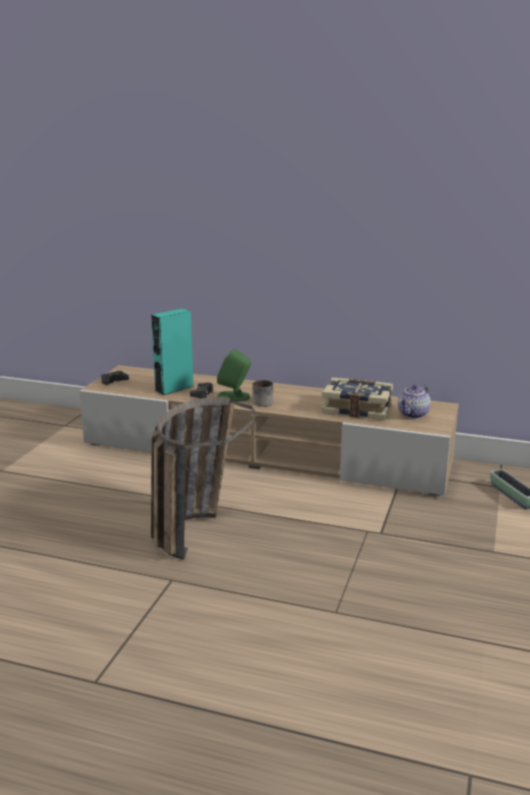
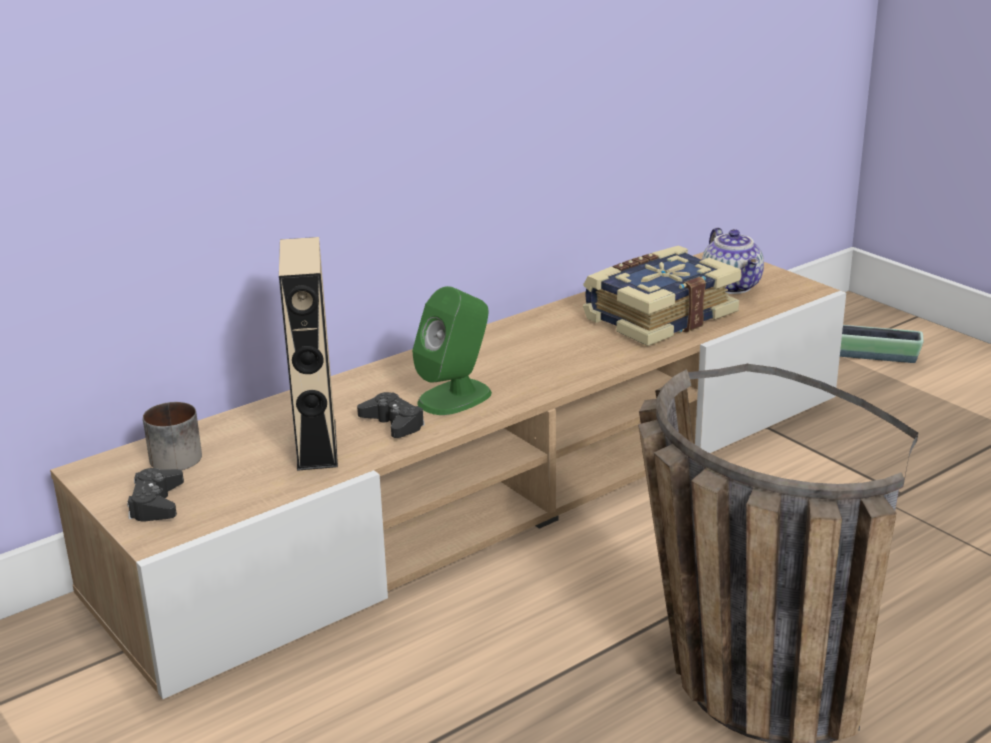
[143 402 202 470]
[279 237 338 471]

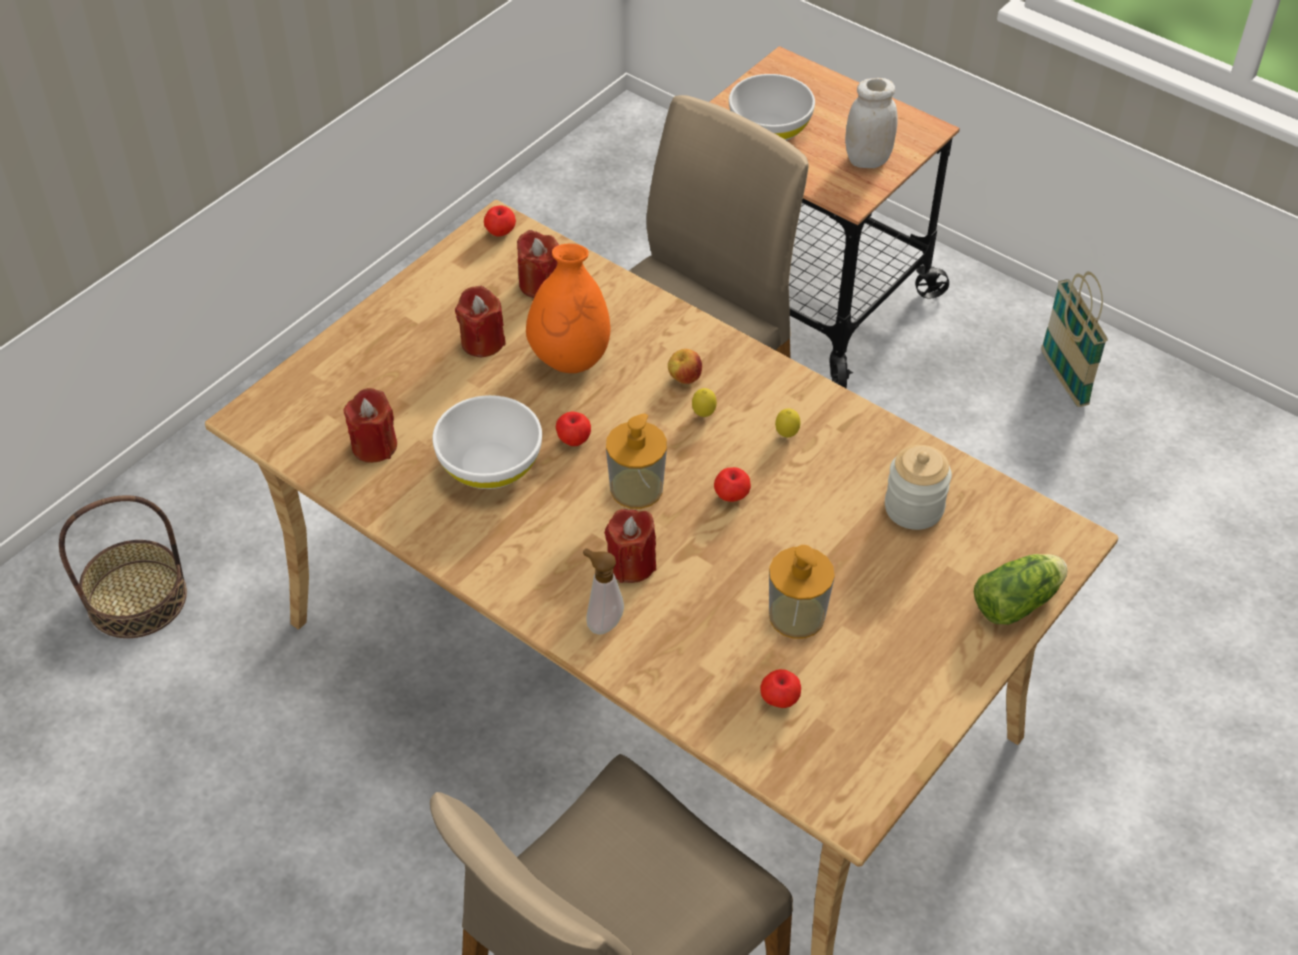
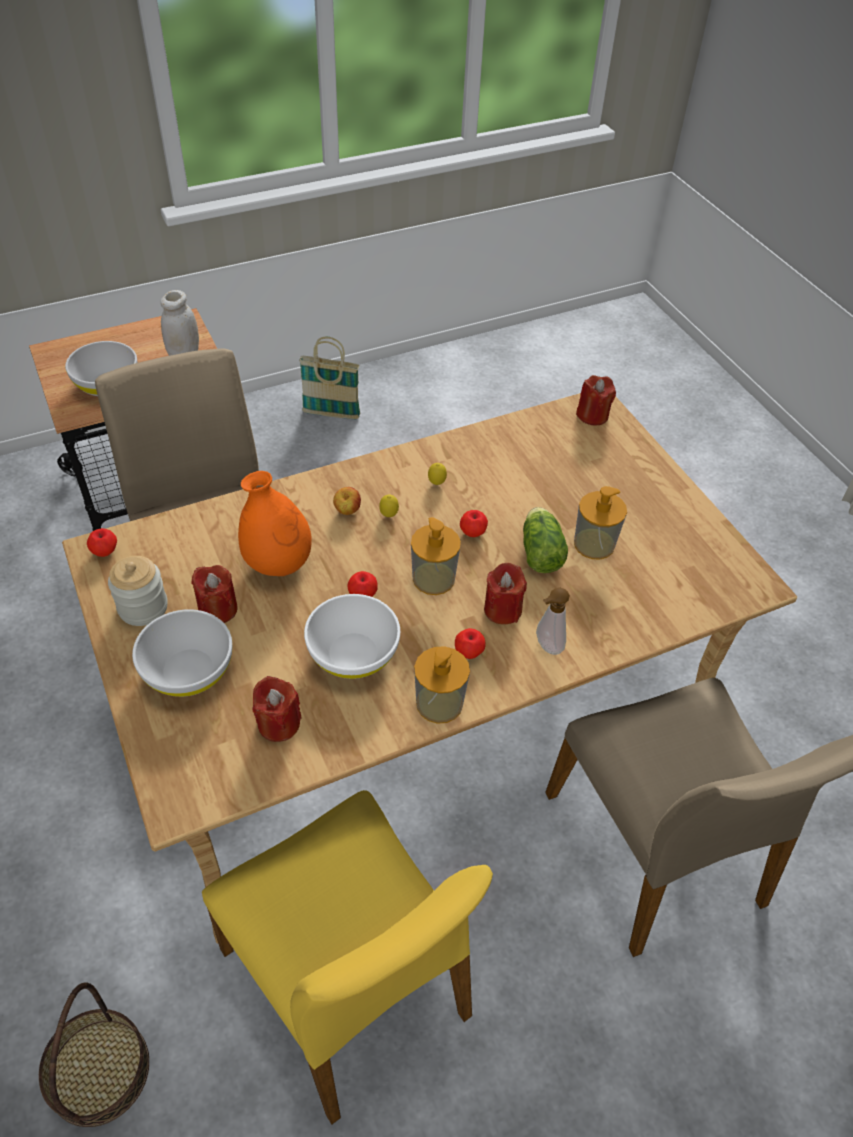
[132 609 232 697]
[202 790 493 1125]
[414 646 470 724]
[576 375 616 426]
[455 628 486 659]
[108 556 168 626]
[523 507 568 573]

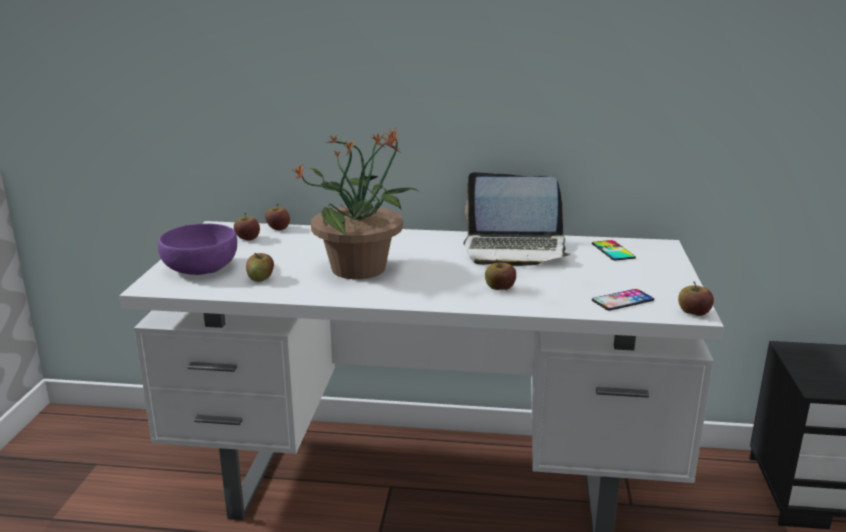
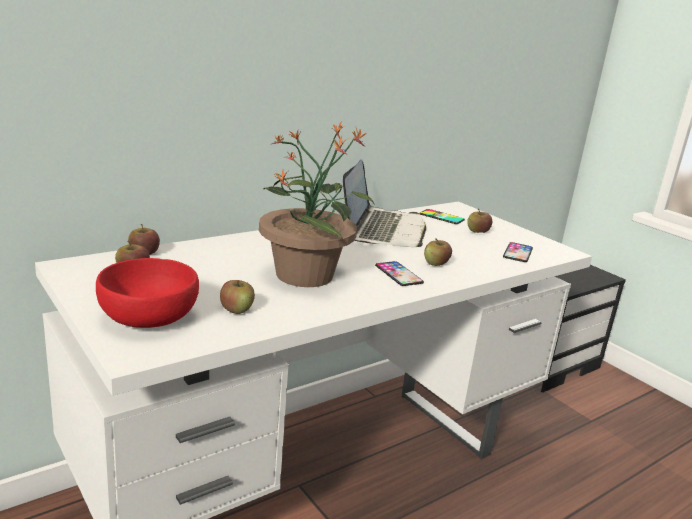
[375 261 424 286]
[467 209 492 233]
[96 258 199 328]
[343 159 426 247]

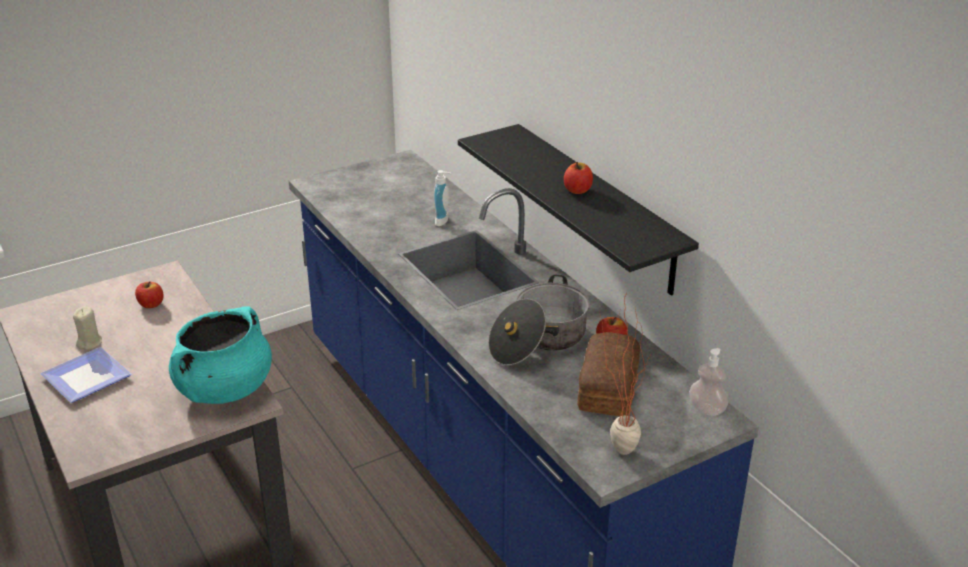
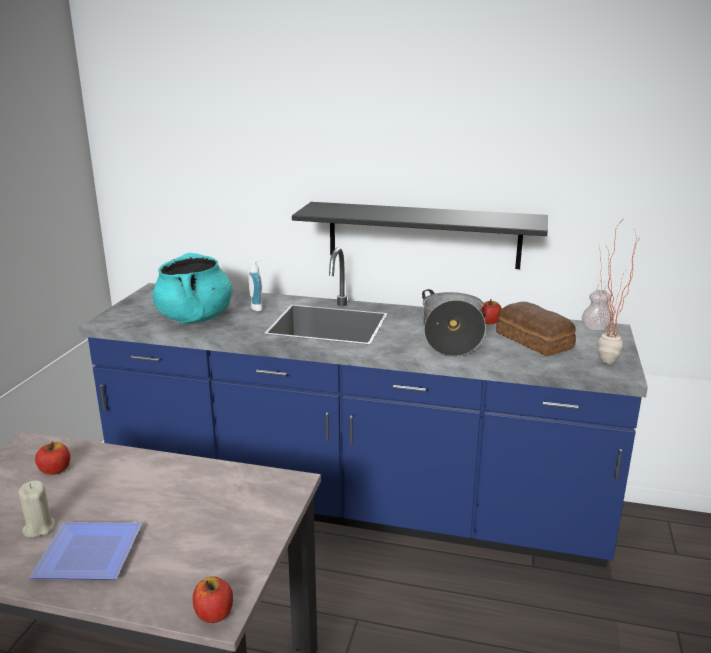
[152 253 232 323]
[193 576 233 623]

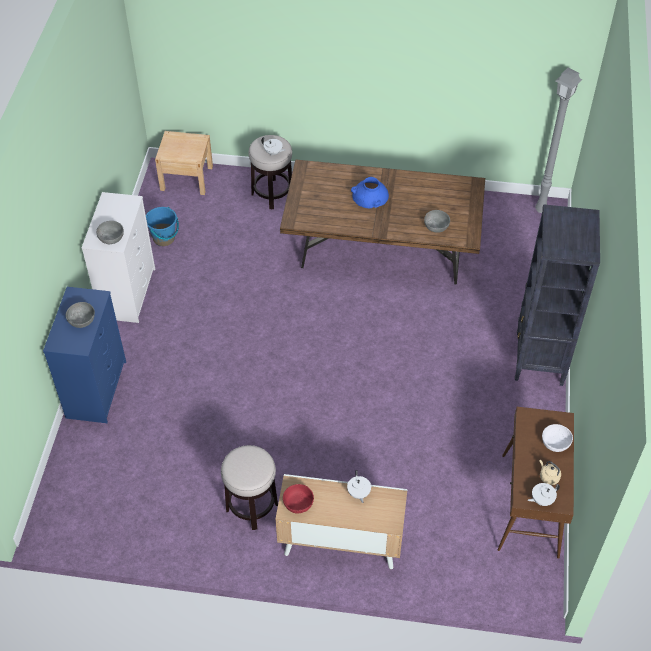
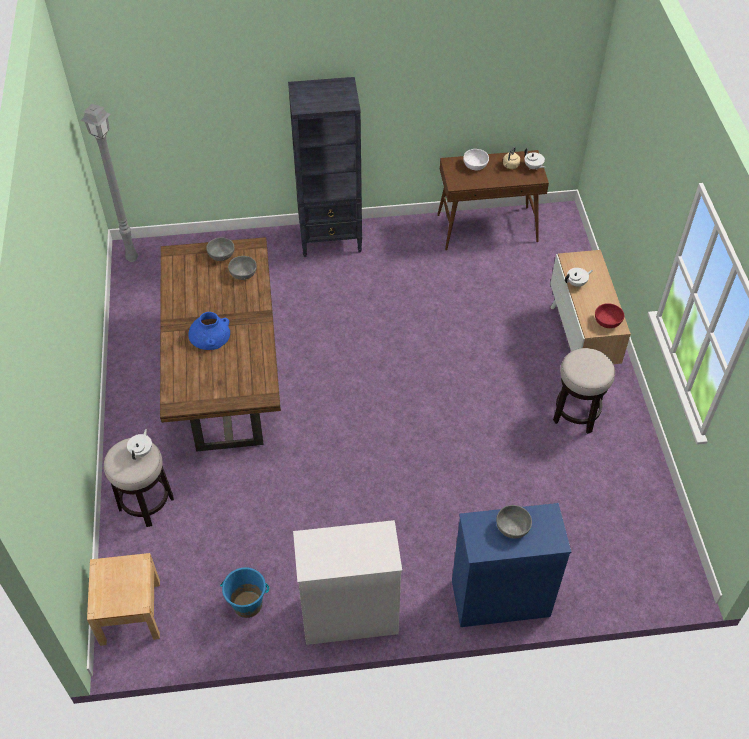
[206 237 234 261]

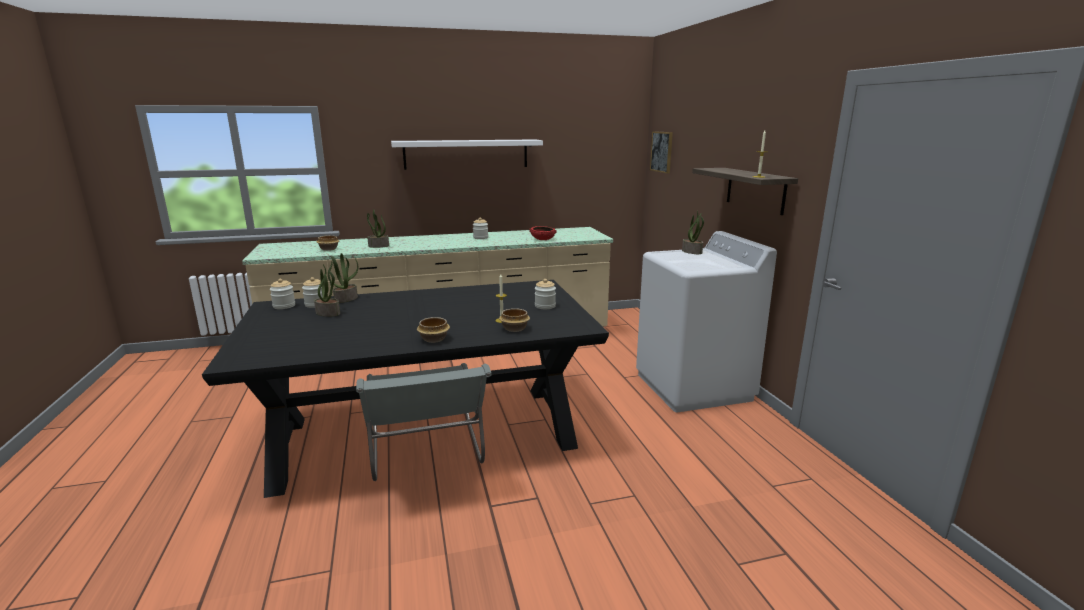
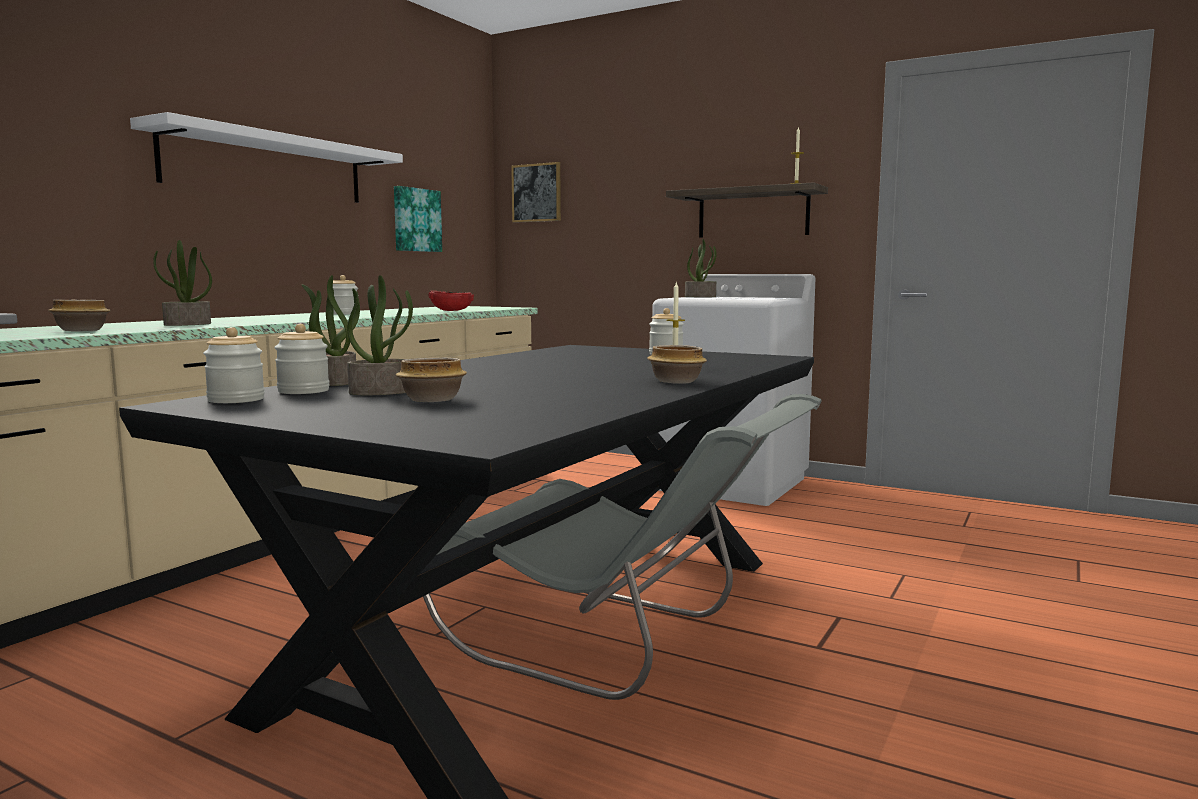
[394 186 442 252]
[396 358 467 402]

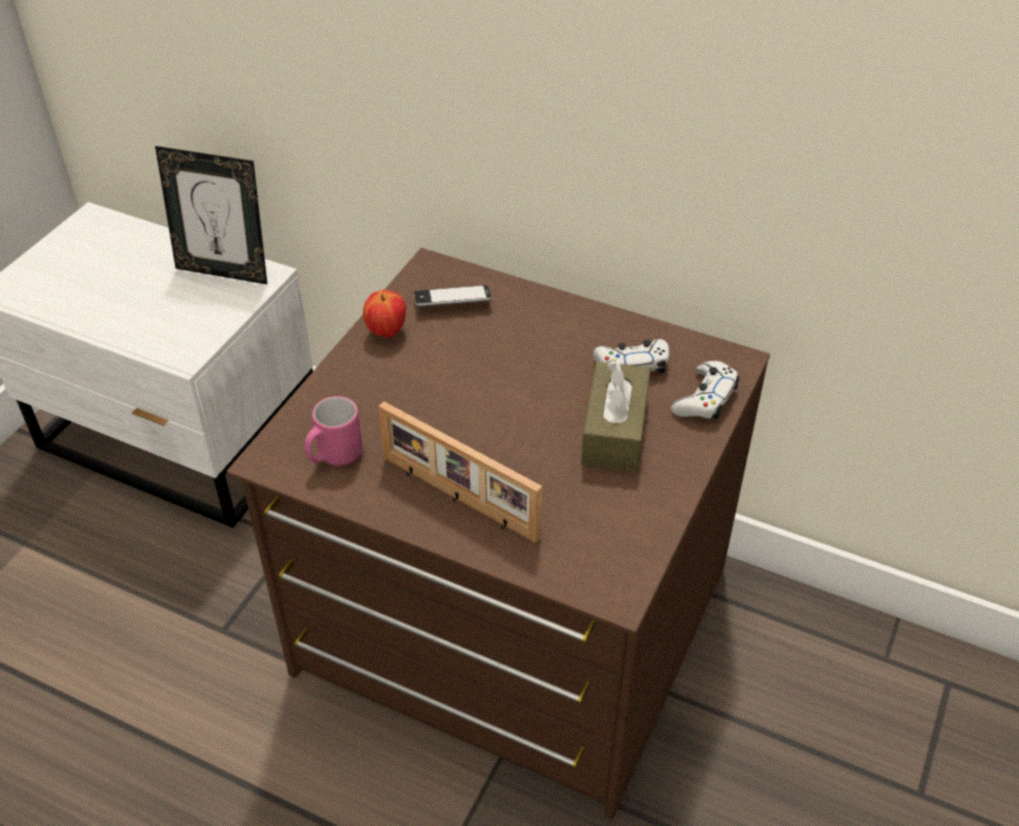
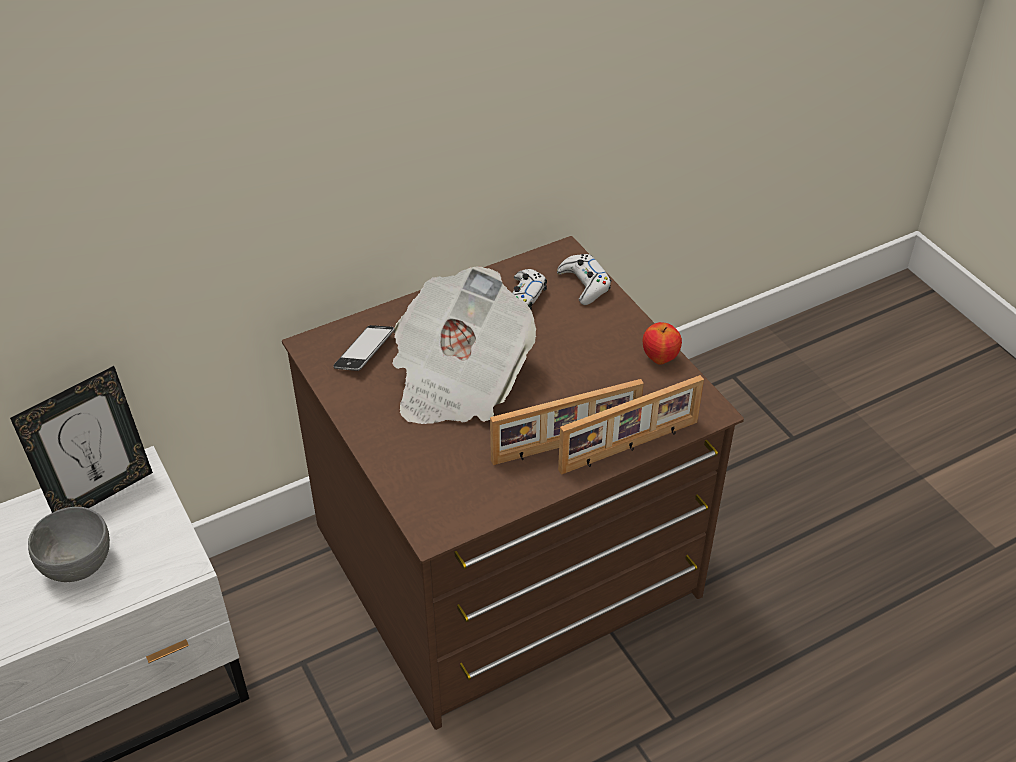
[305 396 363 466] (first image)
[581 360 651 472] (first image)
[28 507 110 582]
[392 266 536 424]
[558 375 704 475]
[643 322 682 365]

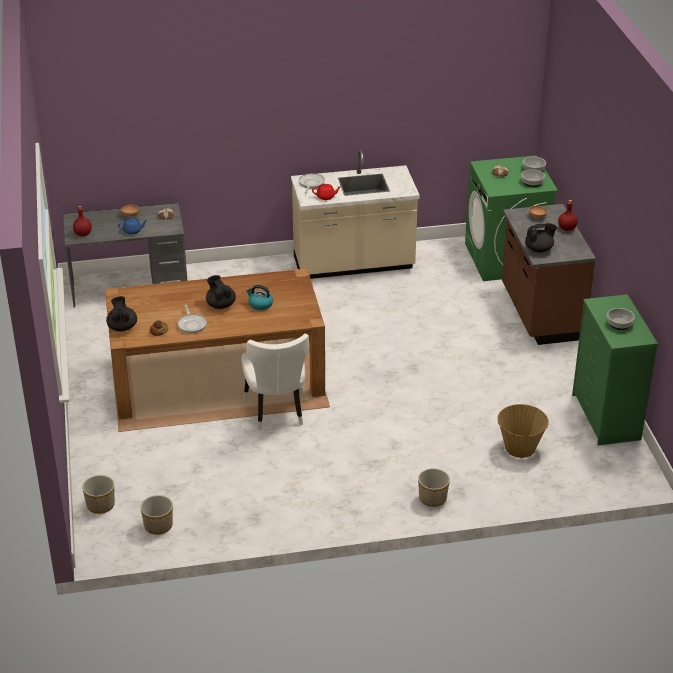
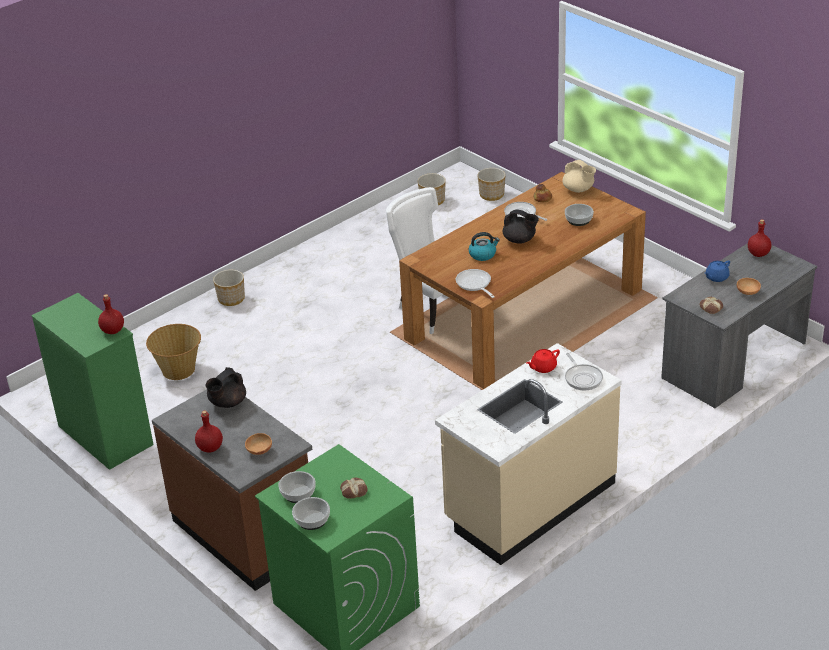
[98 294 124 334]
[456 269 495 298]
[565 204 594 226]
[563 160 596 193]

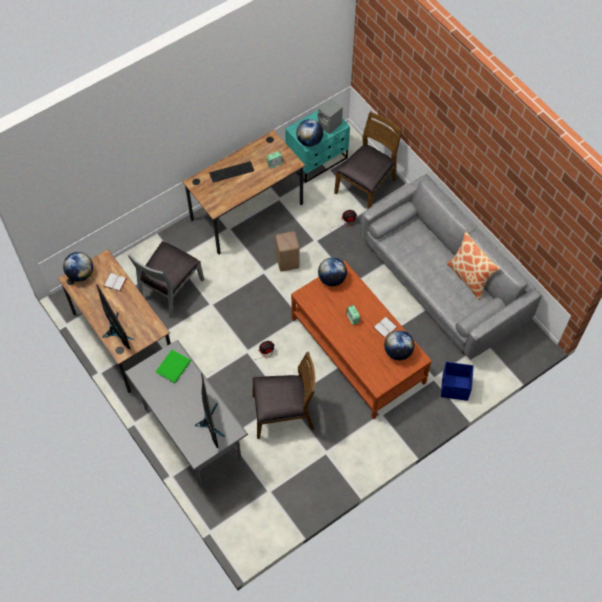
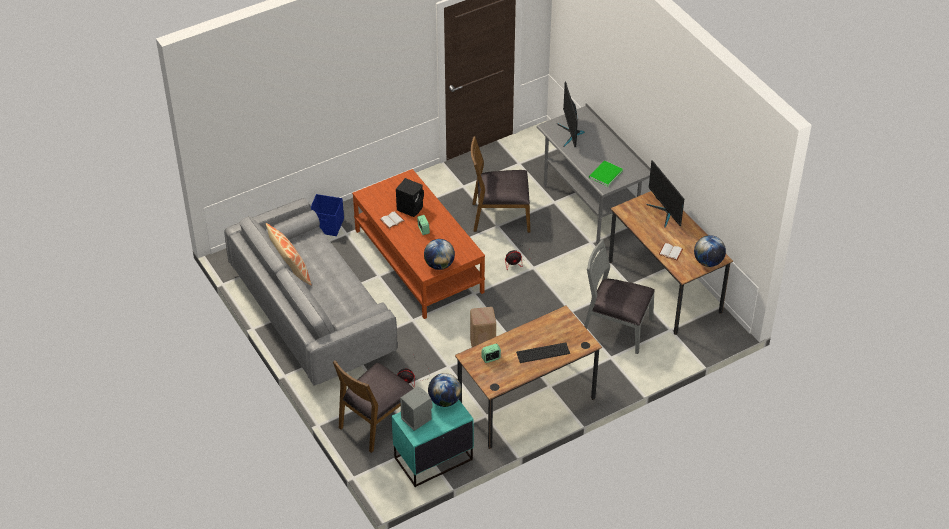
[384 330 414 360] (first image)
[396 178 424 217]
[584 239 655 354]

